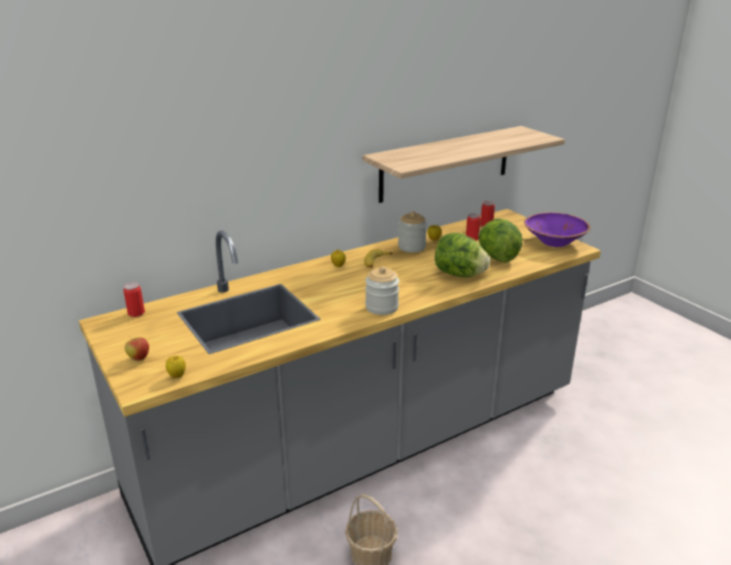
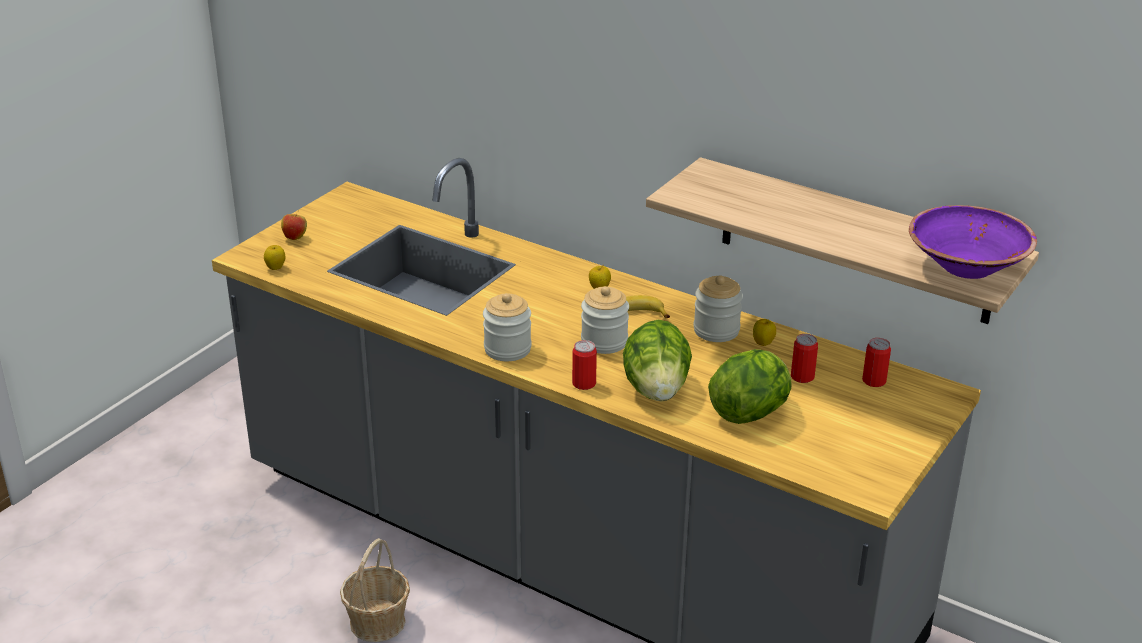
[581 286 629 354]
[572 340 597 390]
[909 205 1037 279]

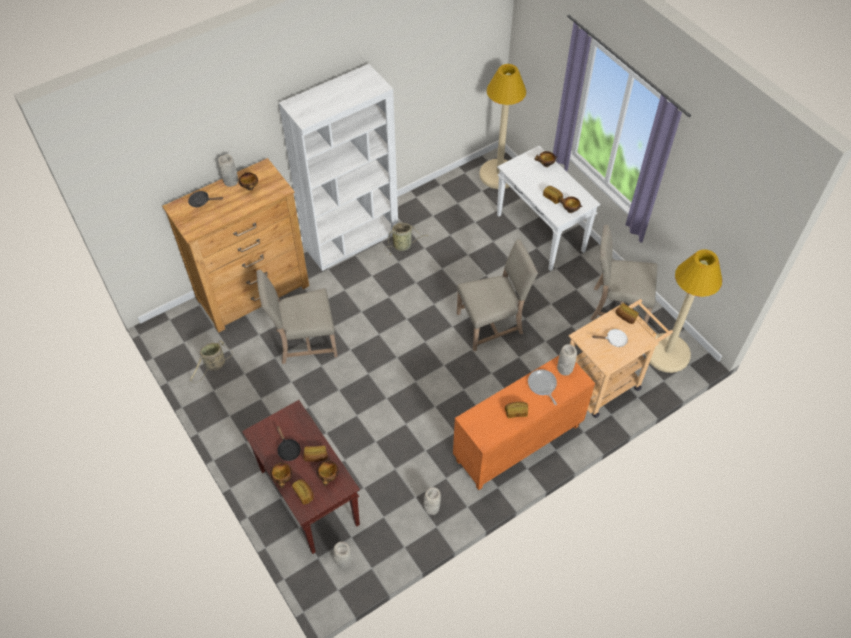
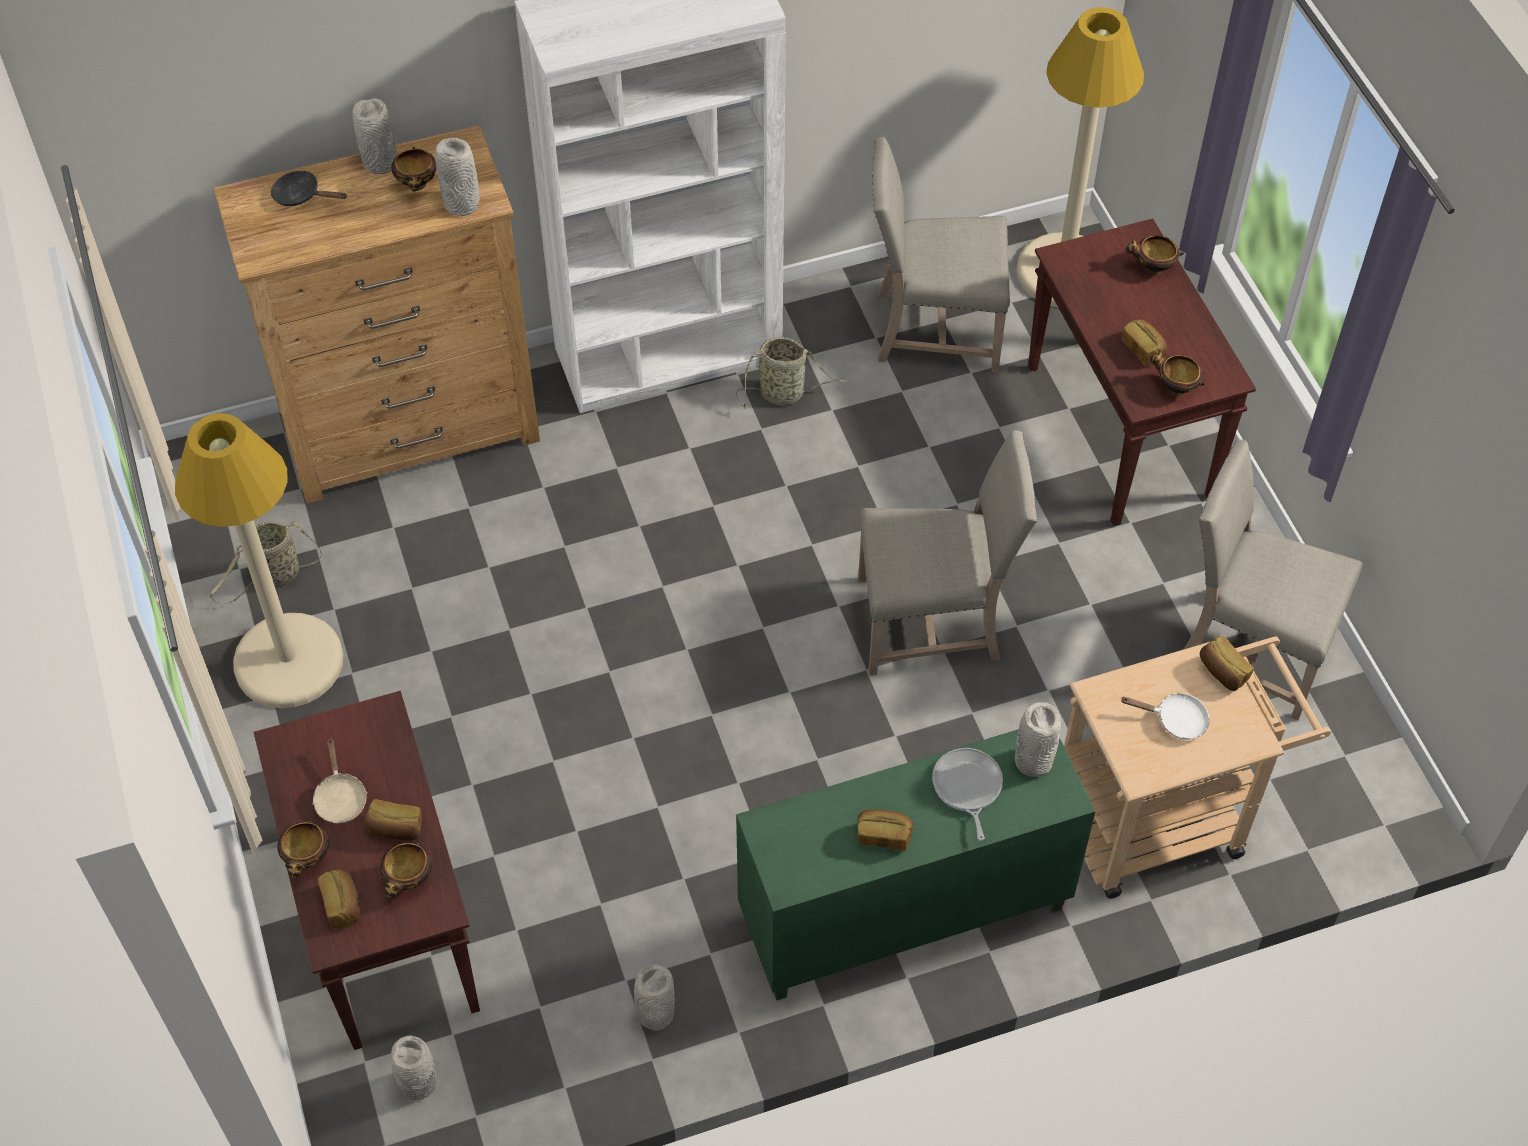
[435 138 480 216]
[872 137 1010 372]
[175 413 343 708]
[312 737 367 823]
[736 730 1096 1000]
[1028 218 1256 526]

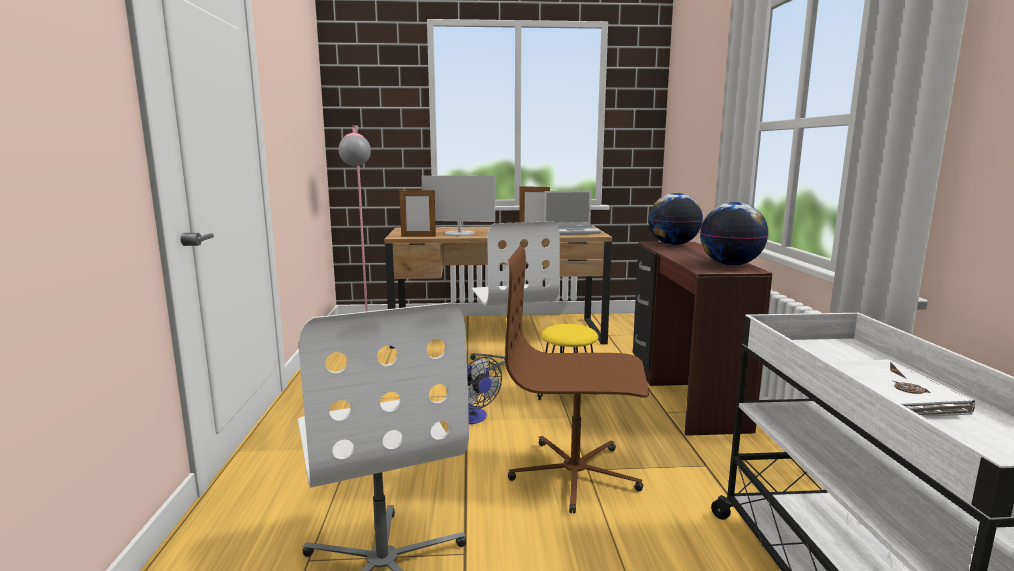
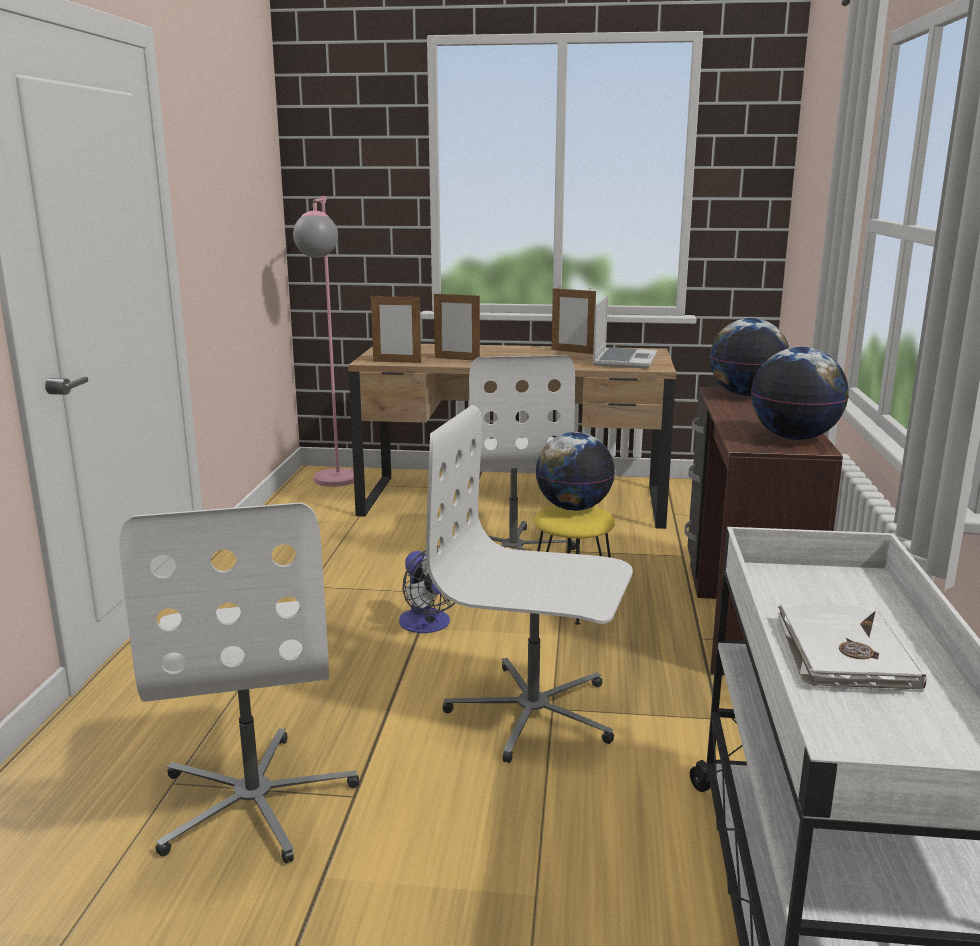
[536 432 615 511]
[434 292 480 361]
[426 405 633 763]
[593 296 657 369]

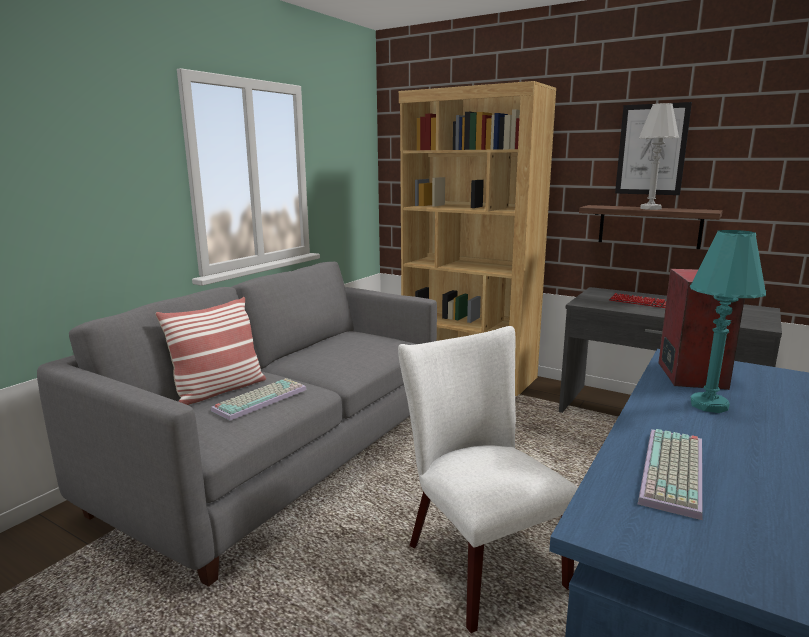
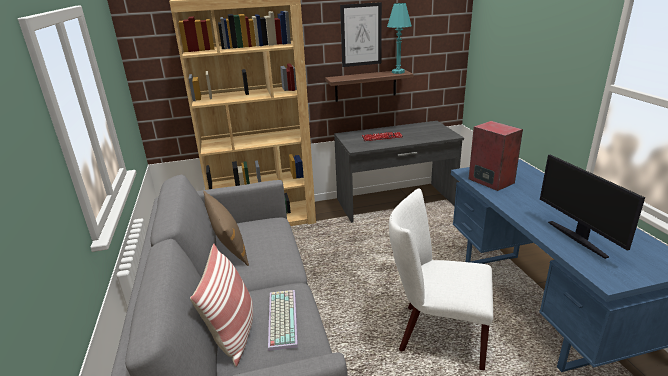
[639 103 679 210] (first image)
[203 191 249 266]
[387 3 412 74]
[540 155 645 259]

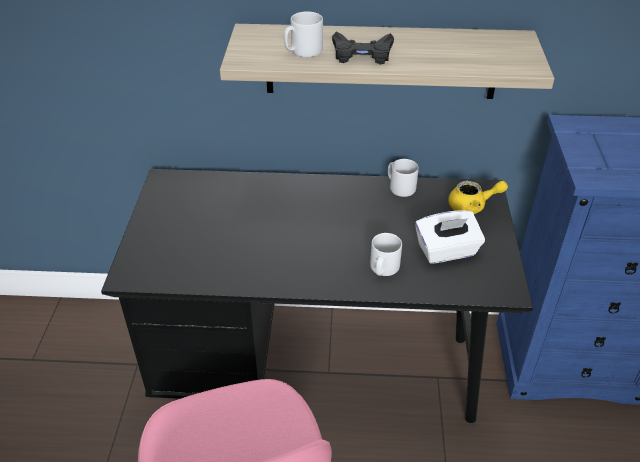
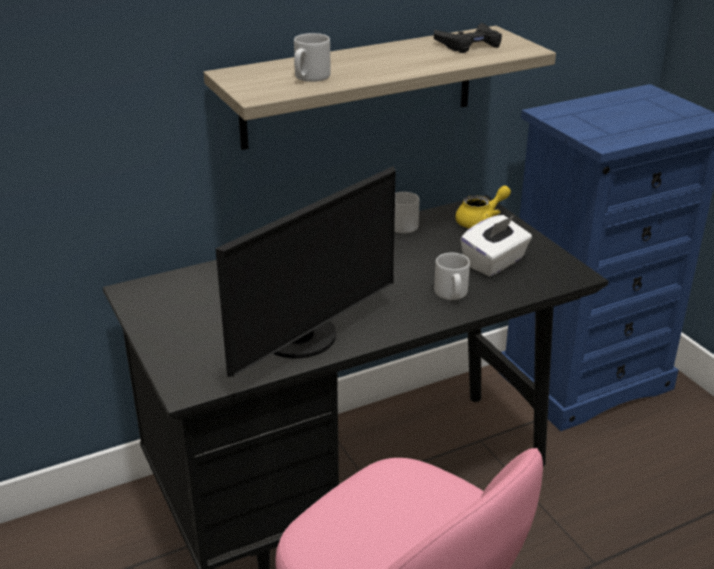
[215 166 396 377]
[434 23 502 53]

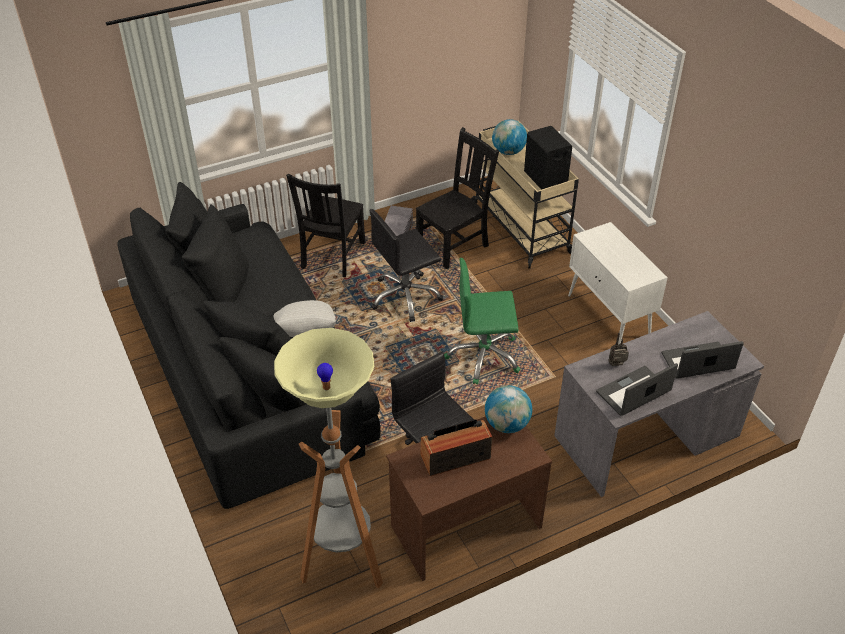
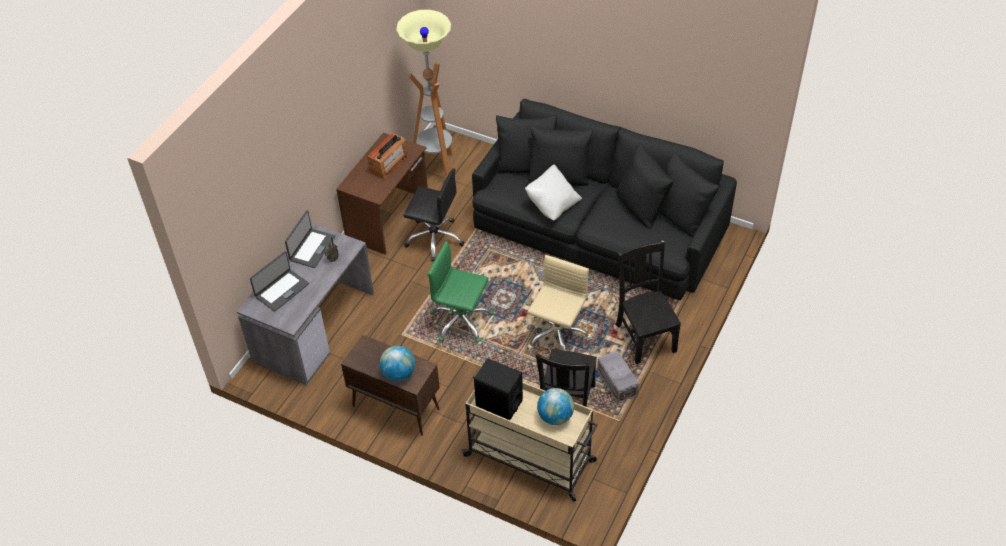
[379 346 415 381]
[527 255 591 351]
[341 335 440 436]
[428 241 494 343]

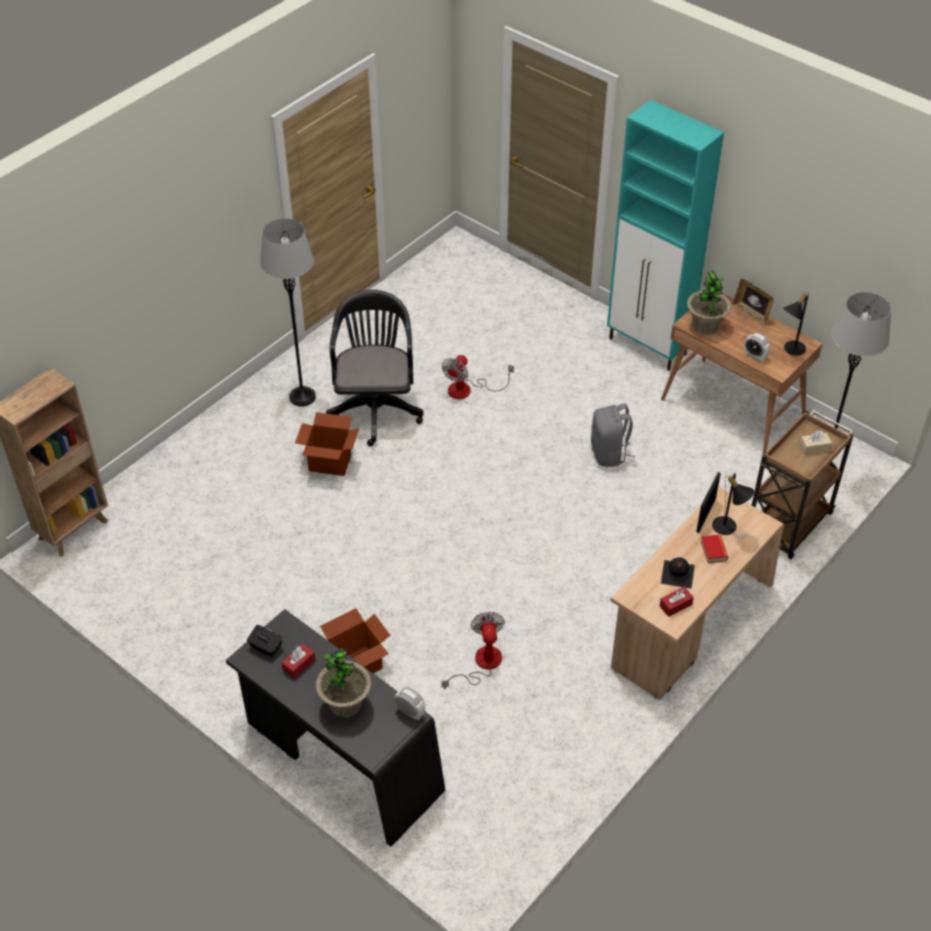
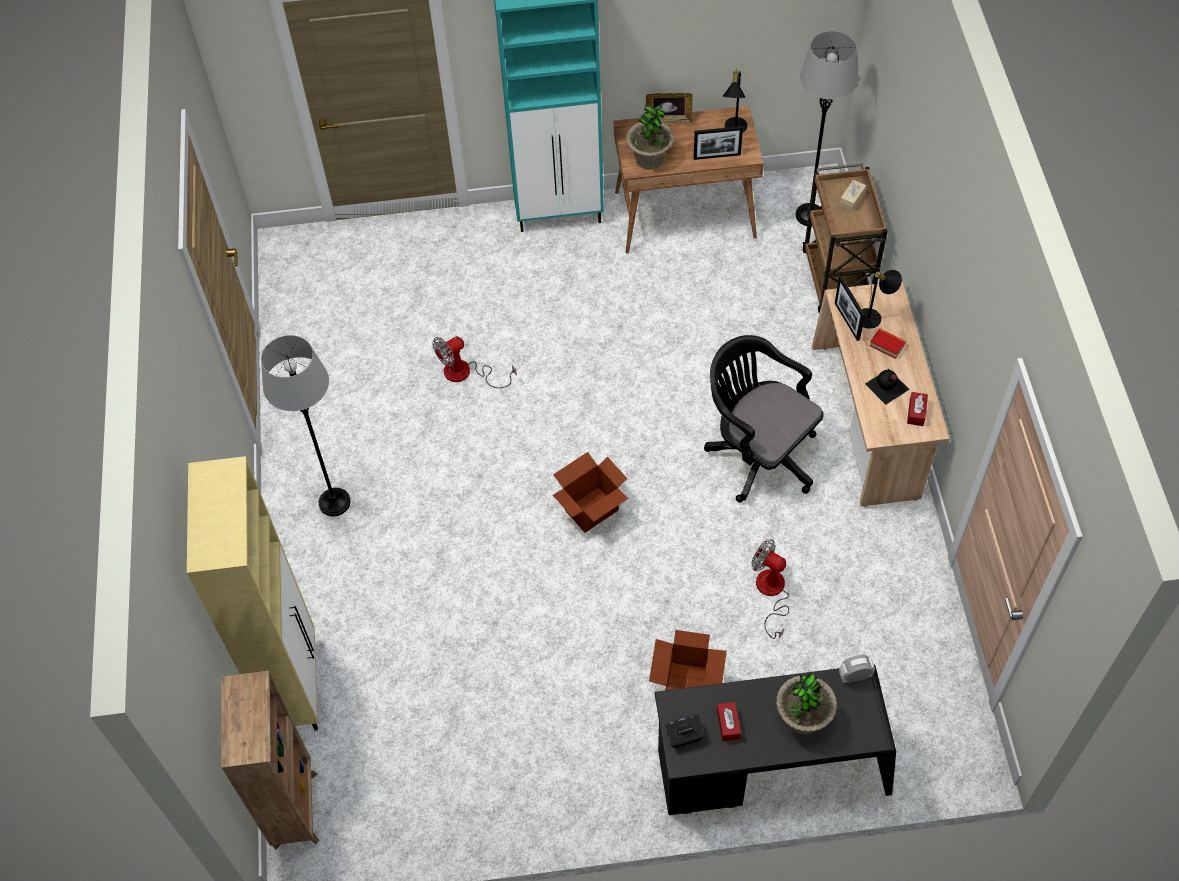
[591 403 635 467] (first image)
[187 456 318 730]
[553 452 628 533]
[704 335 823 503]
[693 126 743 160]
[432 336 517 388]

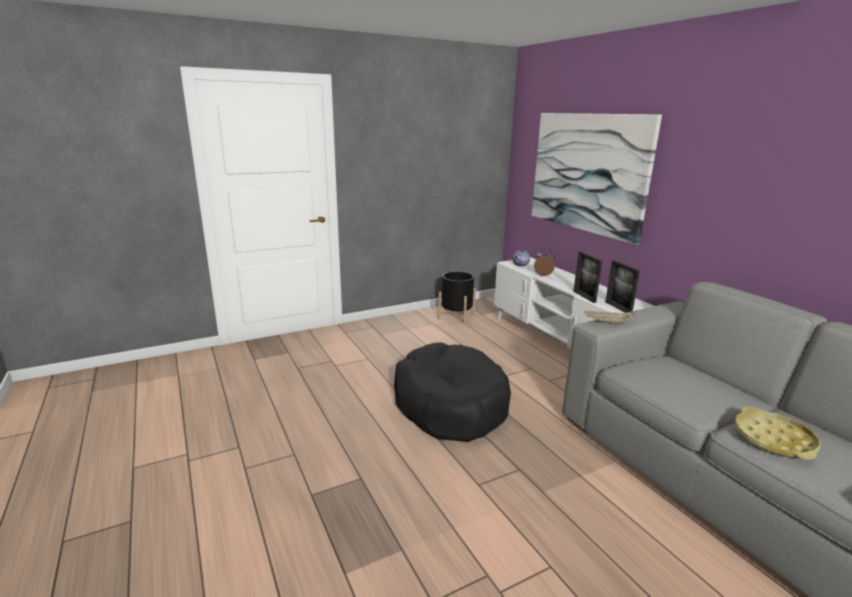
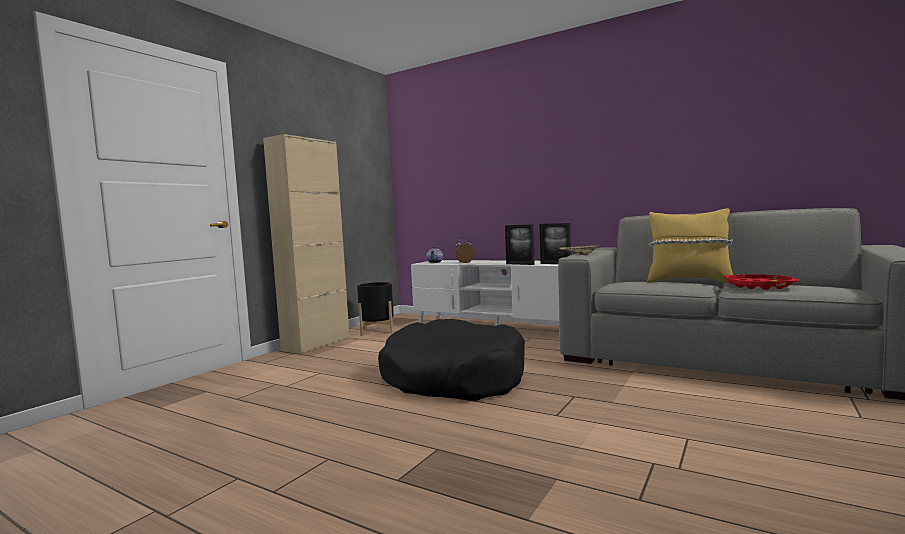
[531 113 662 245] (first image)
[263 134 350 354]
[647 209 733 284]
[723 274 800 290]

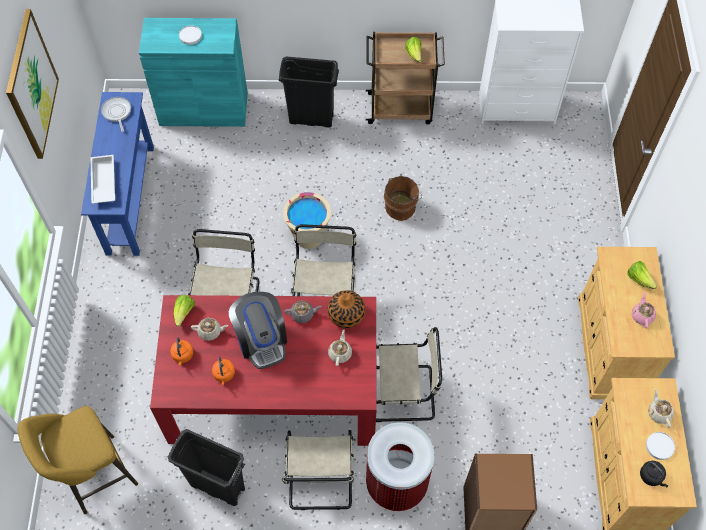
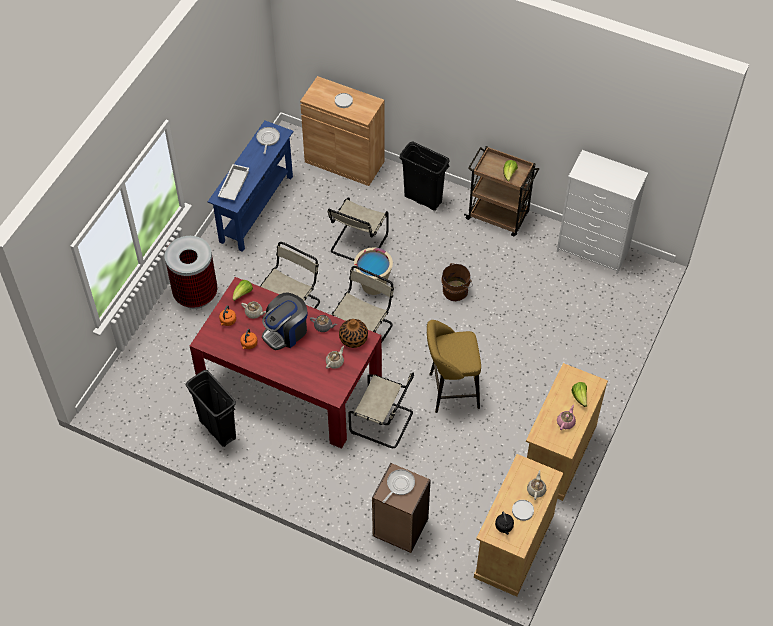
[6 9 59 159] (first image)
[382 469 415 503]
[427 320 481 413]
[327 197 388 261]
[165 236 217 309]
[300 76 385 186]
[262 292 308 350]

